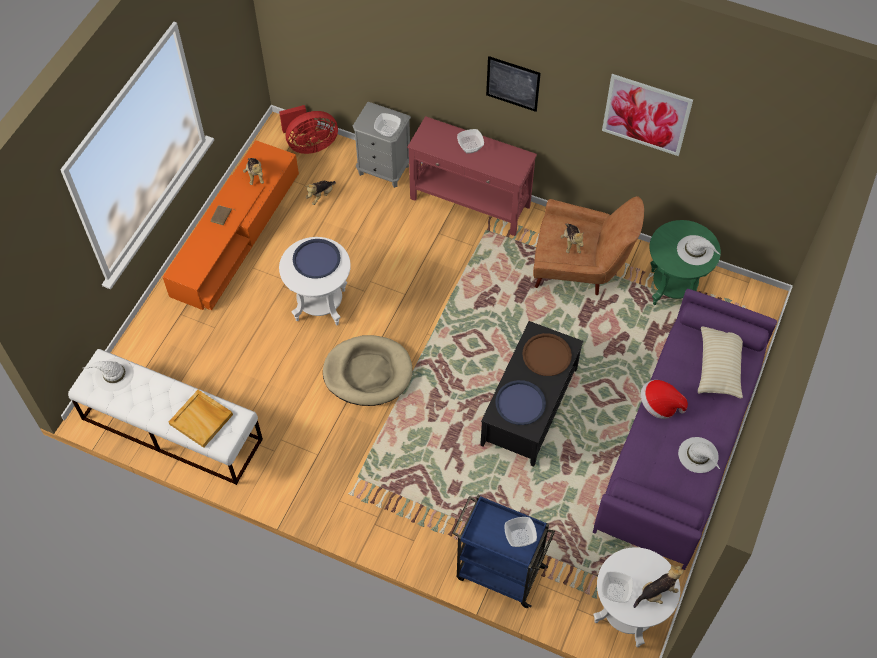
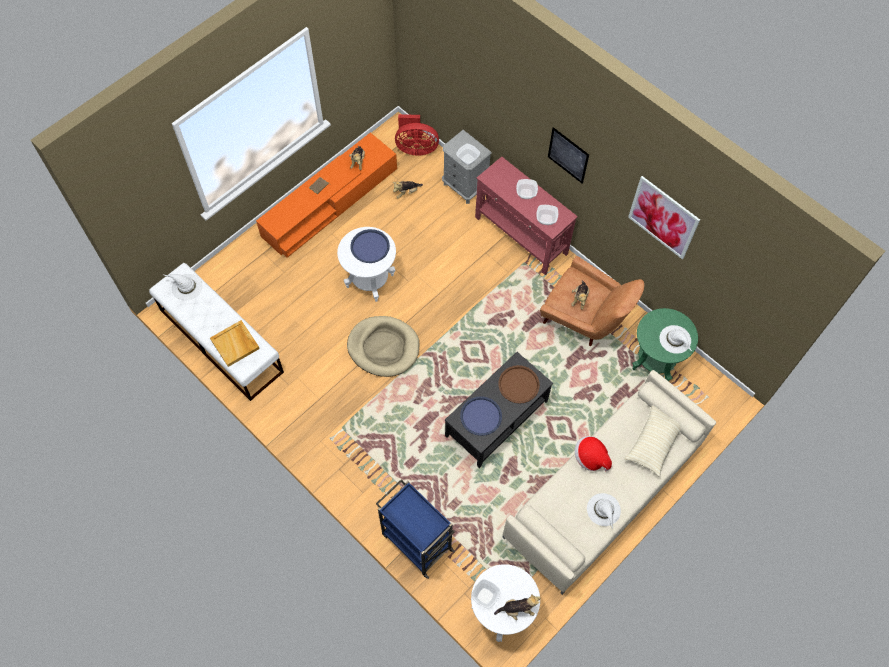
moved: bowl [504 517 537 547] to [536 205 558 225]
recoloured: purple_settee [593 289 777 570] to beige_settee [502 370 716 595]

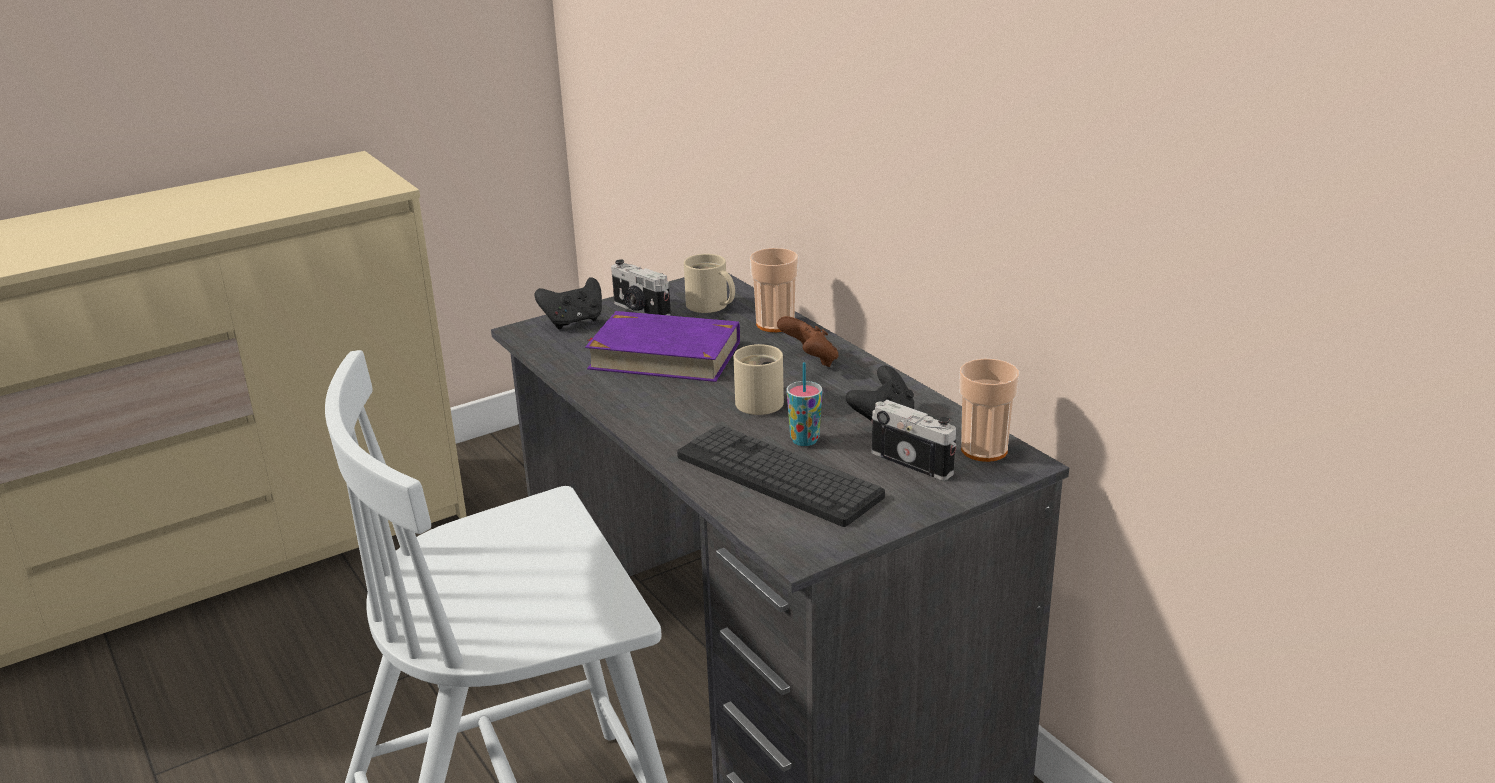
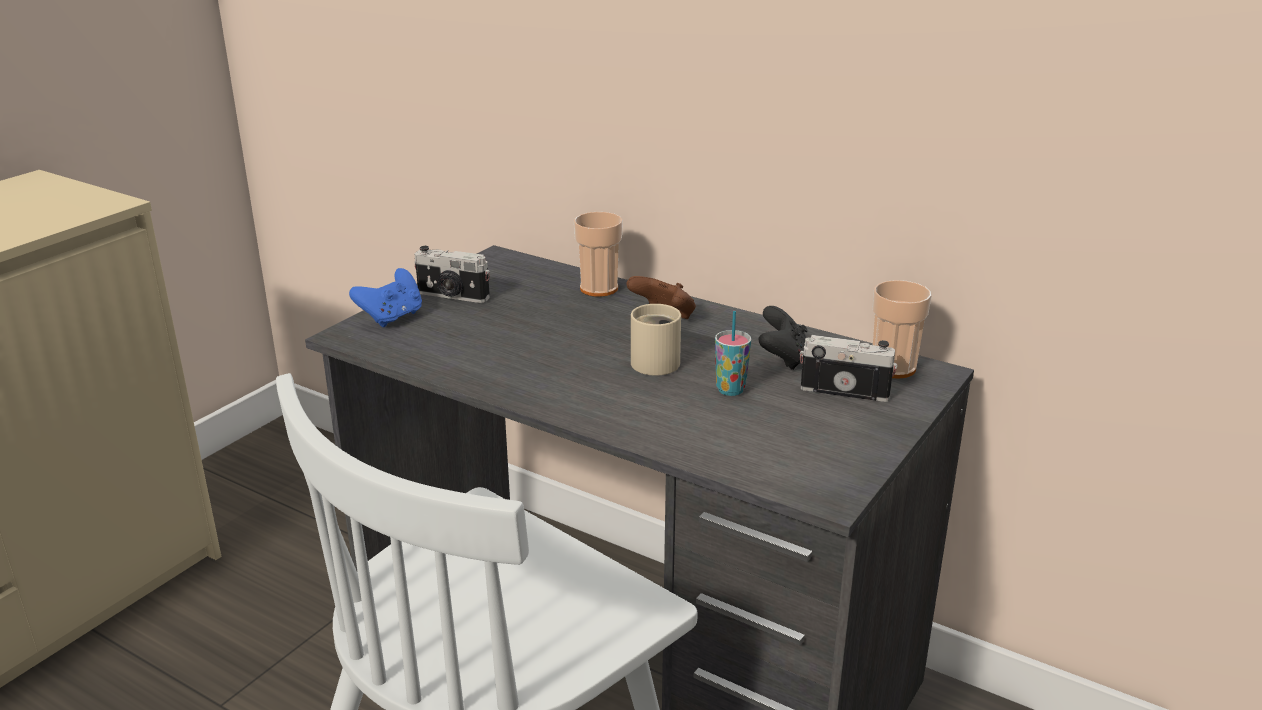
removed: beige_coffee_mug [684 254 735 313]; purple_bound_book [585 311 740 382]; computer_keyboard [677 424 885 527]
recoloured: black-coloured_game_controller [534 277 602 329] to blue_game_controller [349 268 422 327]

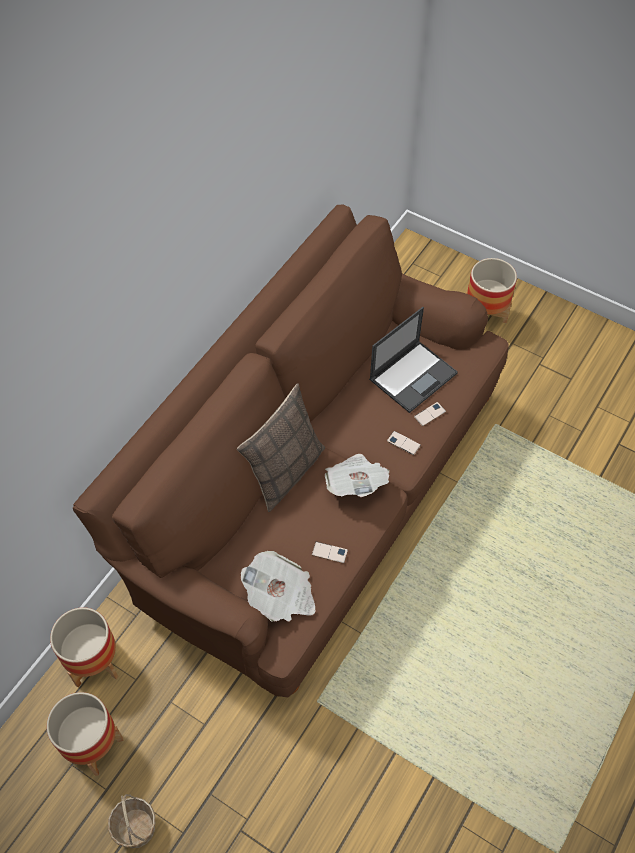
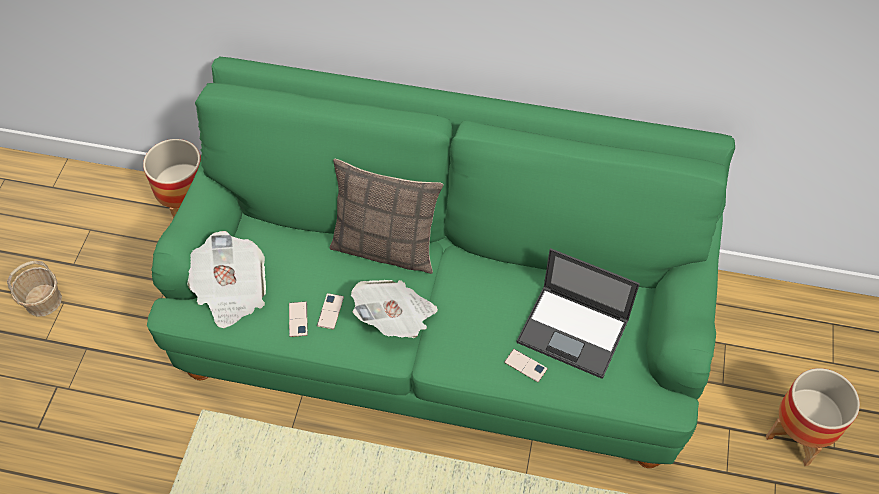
removed: planter [47 692 124 776]
moved: telephone [387 431 421 455] to [317 293 344 330]
recoloured: brown-coloured_settee [73 204 509 697] to green_settee [147 56 735 468]

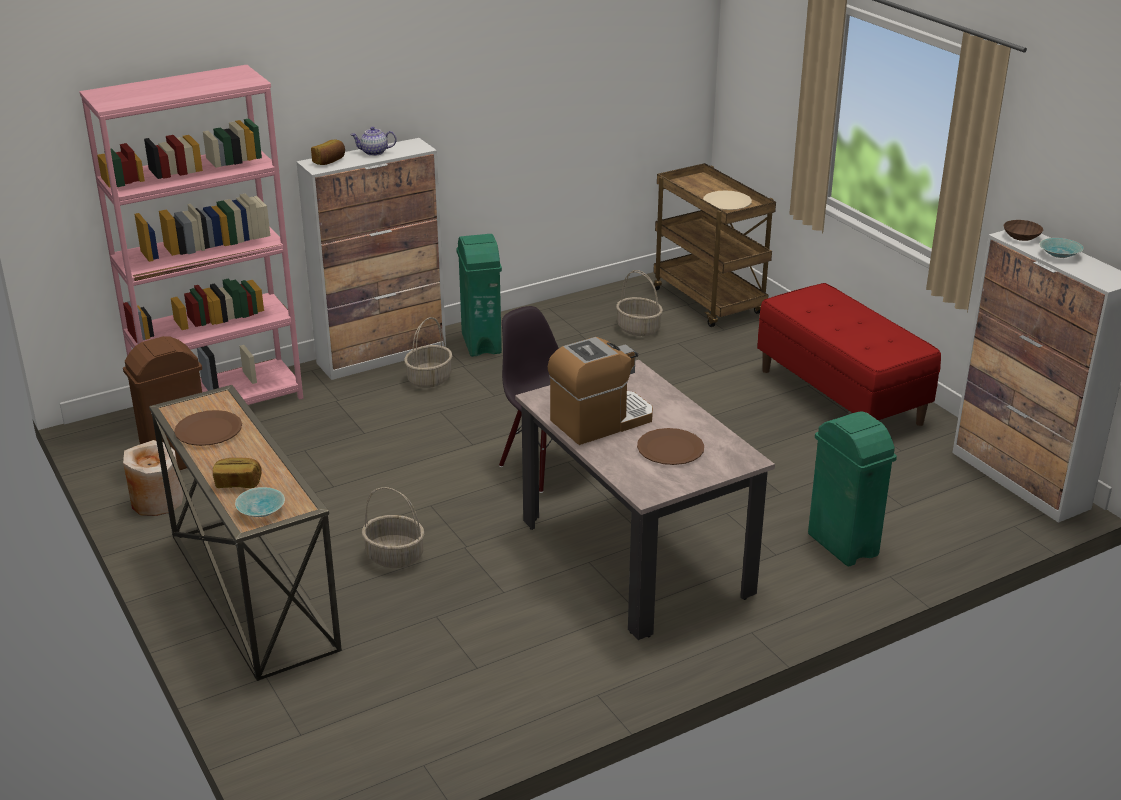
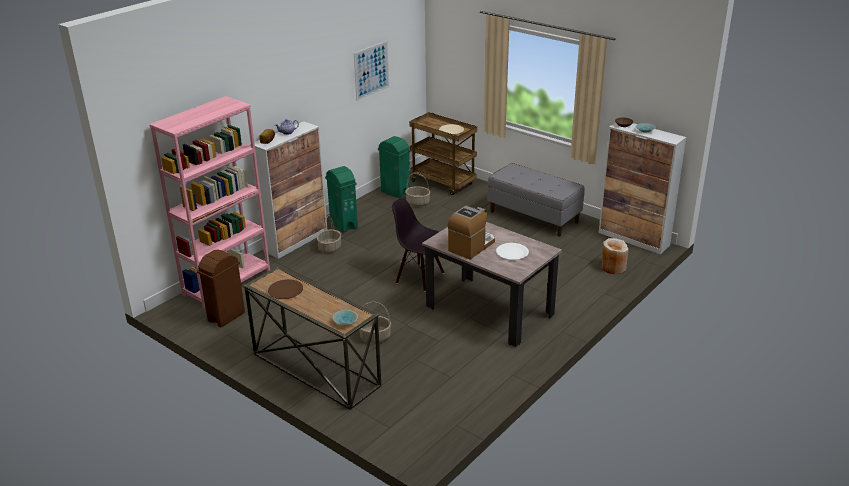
removed: bread [213 458 262 488]
added: wall_art [354 41 389 100]
moved: green_rubbish_bin [808 411 897 566] to [378 136 411 198]; beige_vase [123 440 183 516] to [602 238 628 275]
recoloured: reddish_bench [757 283 941 426] to grey_bench [488 163 585 237]; brown-coloured_flat_dish [637 428 704 465] to whitish_flat_dish [496 243 529 260]

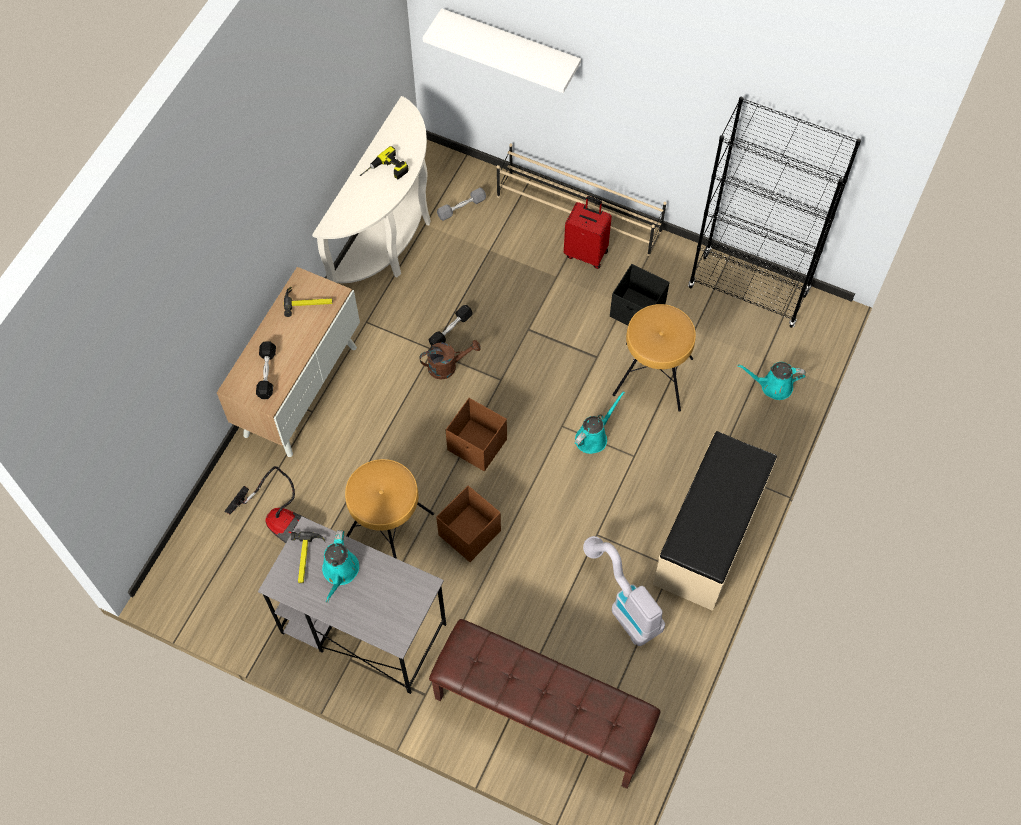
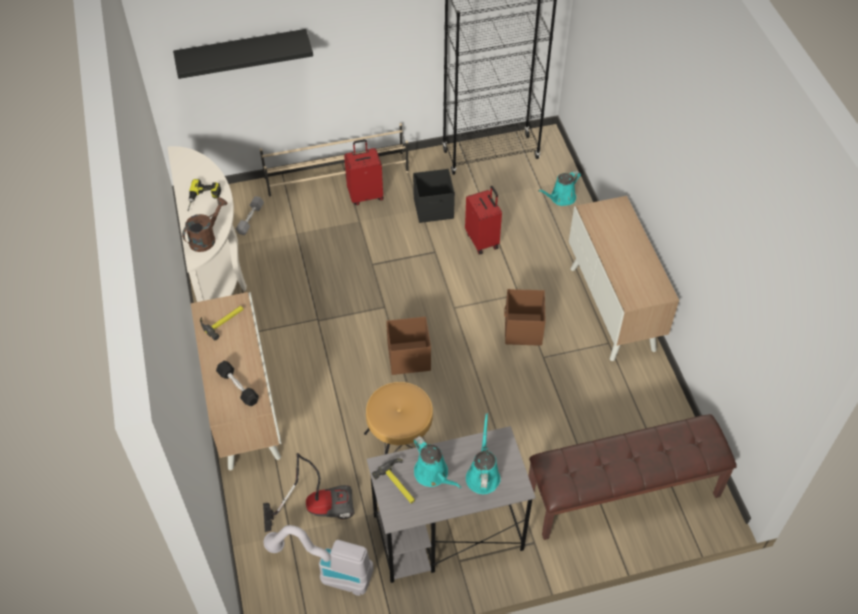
removed: black-coloured_hand_weight [428 305 473 346]
moved: brown-coloured_sprinkling_can [419 340 480 380] to [182 197 227 252]; blue-green_sprinkling_can [575 391 625 454] to [466 413 501 494]; brown-coloured_storage_bin [436 485 501 562] to [504 289 546 346]; vacuum_cleaner [583 536 665 646] to [264 525 374 596]
replaced: brown-coloured_sitting_stool [612 304 696 412] to reddish_piece_of_luggage [465 186 502 254]; beige_bench [653 431 777 611] to cabinet [569 196 679 361]
recoloured: whitish_bracket_shelf [423 8 581 93] to black-coloured_bracket_shelf [173 29 313 79]

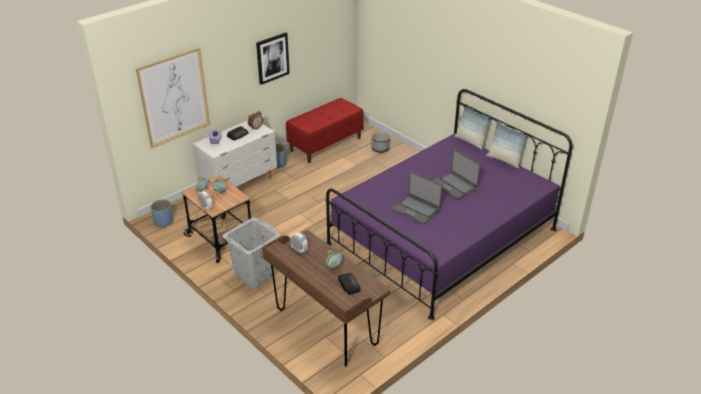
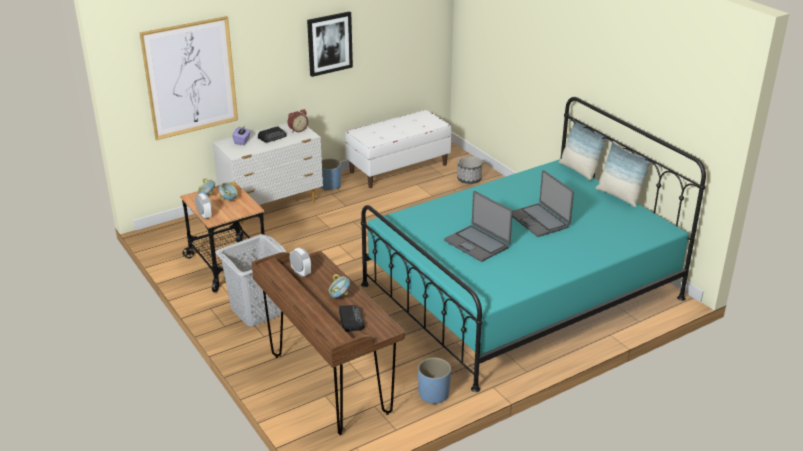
moved: blue_planter [150 200 173 228] to [418 358 451 404]
recoloured: purple_bed [326 89 573 320] to blue-green_bed [361 97 706 392]; reddish_bench [286 98 364 163] to whitish_bench [345 110 451 188]

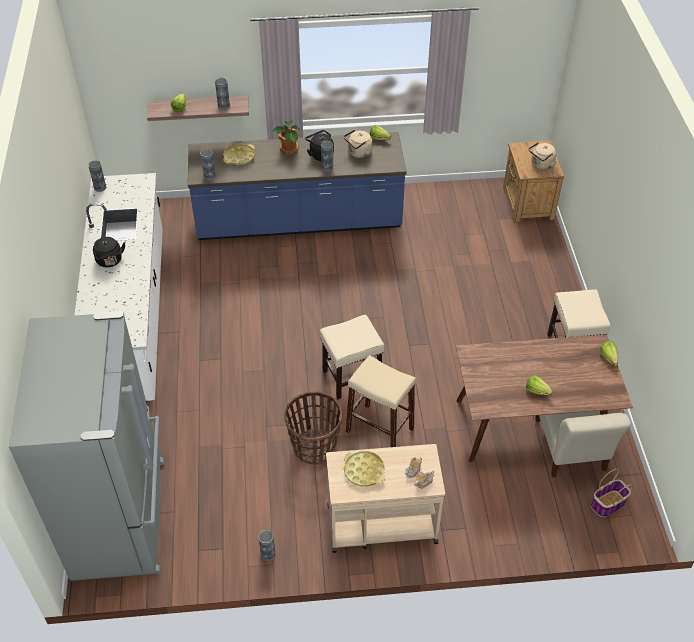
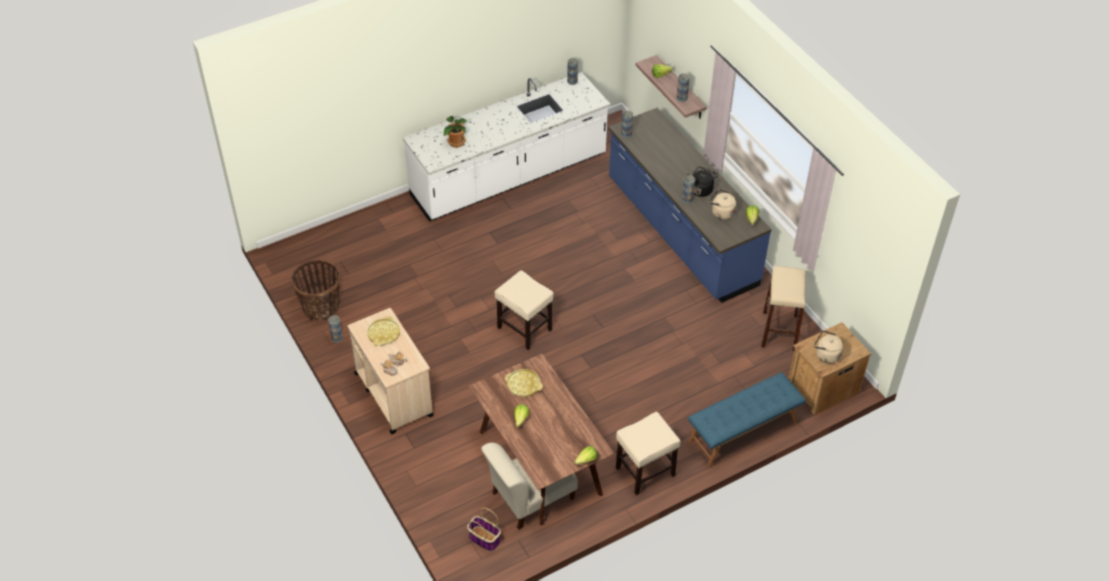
removed: black-coloured_tea_kettle [93 237 125 267]; grey_kitchen_fridge [9 311 164 581]
added: blue_bench [688 372 806 467]
moved: potted_plant [272 120 300 155] to [444 116 467 148]; yellow-coloured_carrying_tray [223 144 255 165] to [505 369 543 397]; beige_sitting_stool [346 355 416 447] to [761 266 806 351]; household_basket [284 392 343 465] to [291 260 340 320]

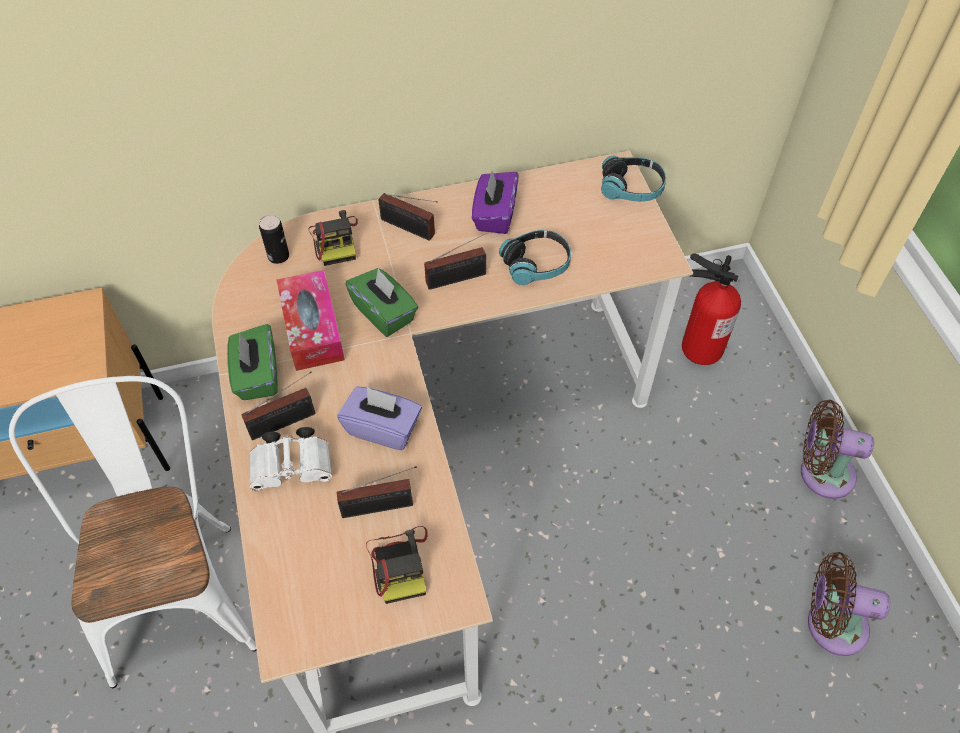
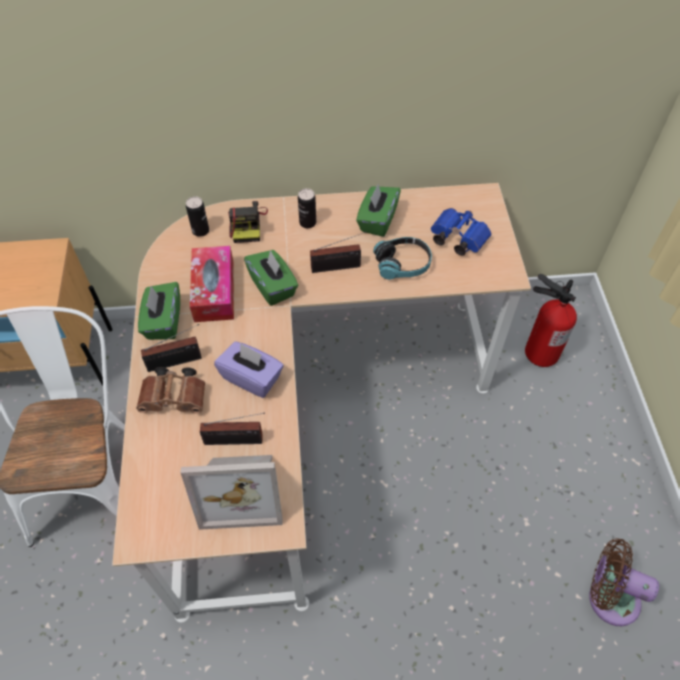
removed: headset [601 156 666 201]; brown-coloured_fan [801 400 874 499]
added: blue_field_glasses [431 208 492 256]
replaced: radio_receiver [378 193 438 241] to sealed_can [298 188 316 228]; photo_camera [366 526 428 604] to picture_frame [180 455 283 530]
recoloured: purple_tissue_holder [472 171 518 234] to green_tissue_holder [356 184 401 237]; whitish_field_glasses [249 427 332 491] to brown-coloured_field_glasses [136 367 205 414]

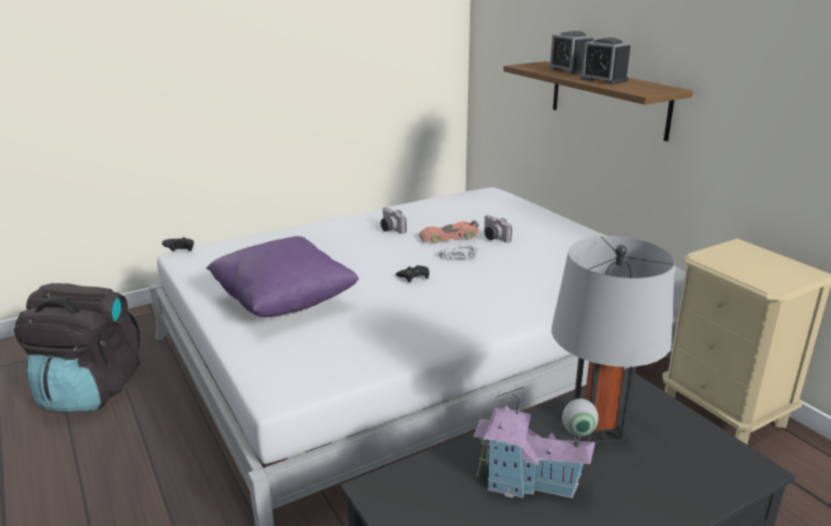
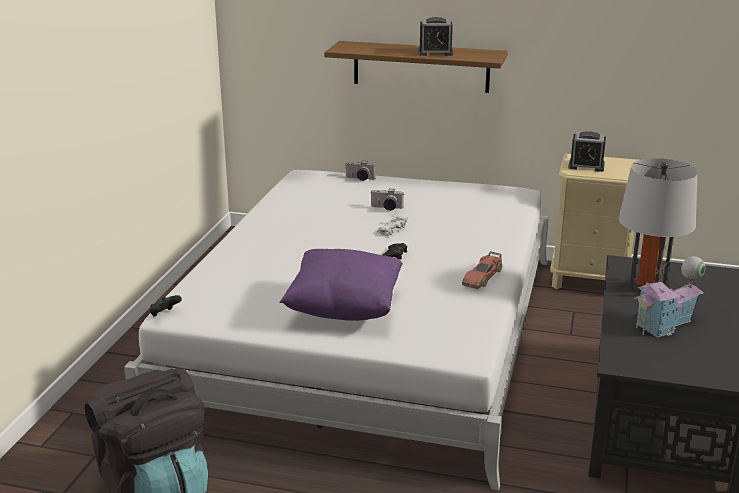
moved: table_clock [549 31 594 74] to [568 131 606 172]; photo_camera [381 207 406 234] to [345 161 376 181]; miniature_car [419 220 479 243] to [462 251 502 289]

